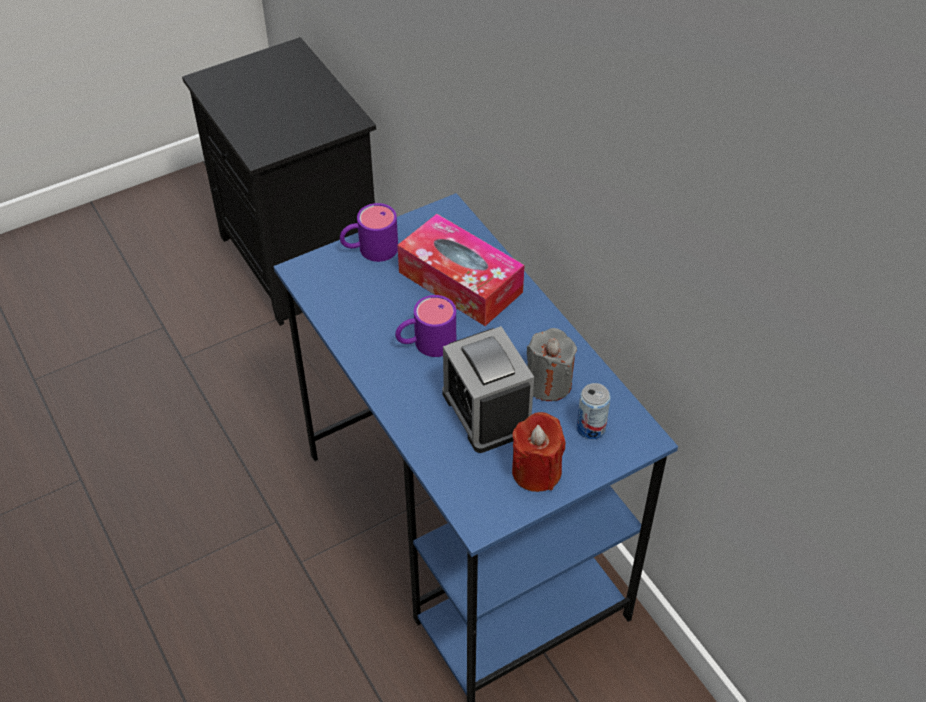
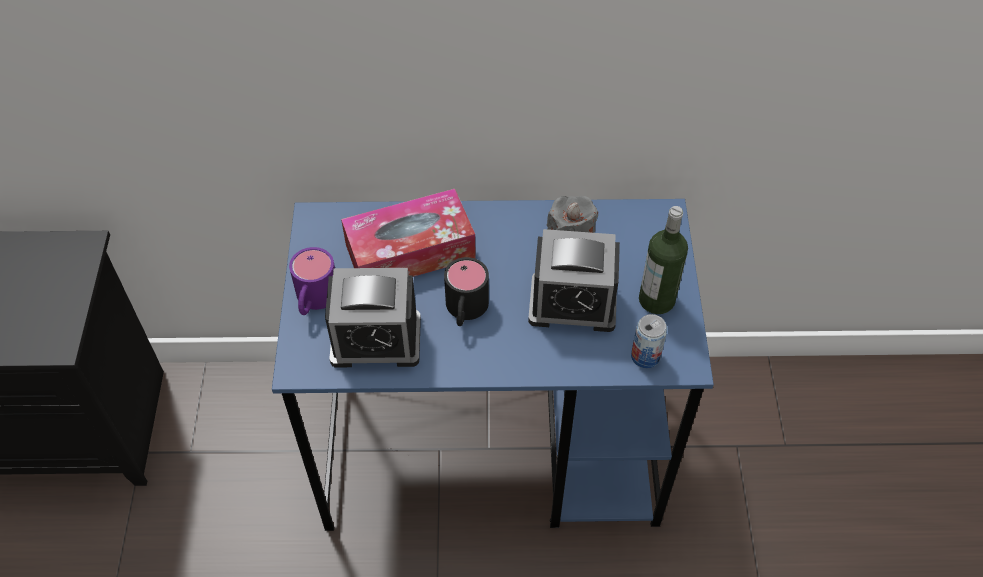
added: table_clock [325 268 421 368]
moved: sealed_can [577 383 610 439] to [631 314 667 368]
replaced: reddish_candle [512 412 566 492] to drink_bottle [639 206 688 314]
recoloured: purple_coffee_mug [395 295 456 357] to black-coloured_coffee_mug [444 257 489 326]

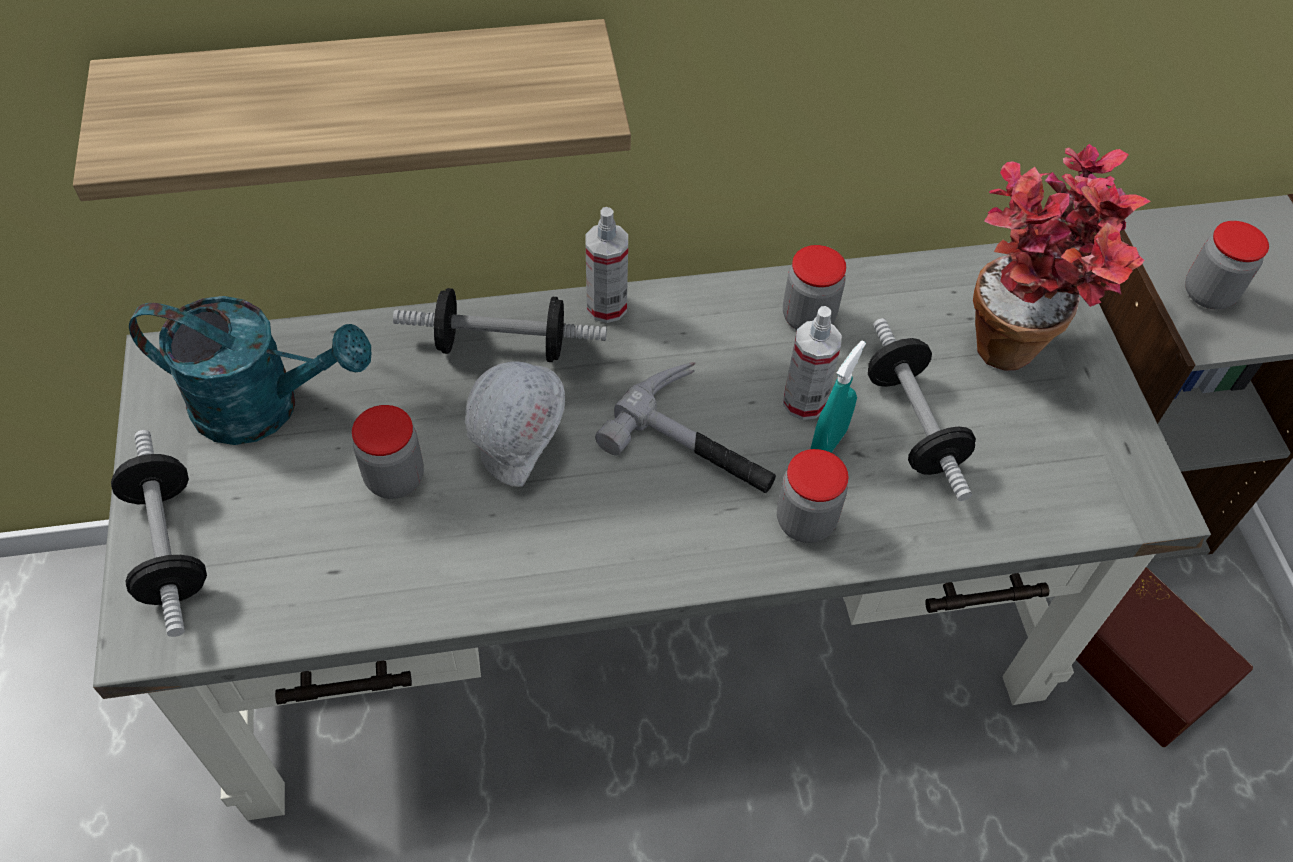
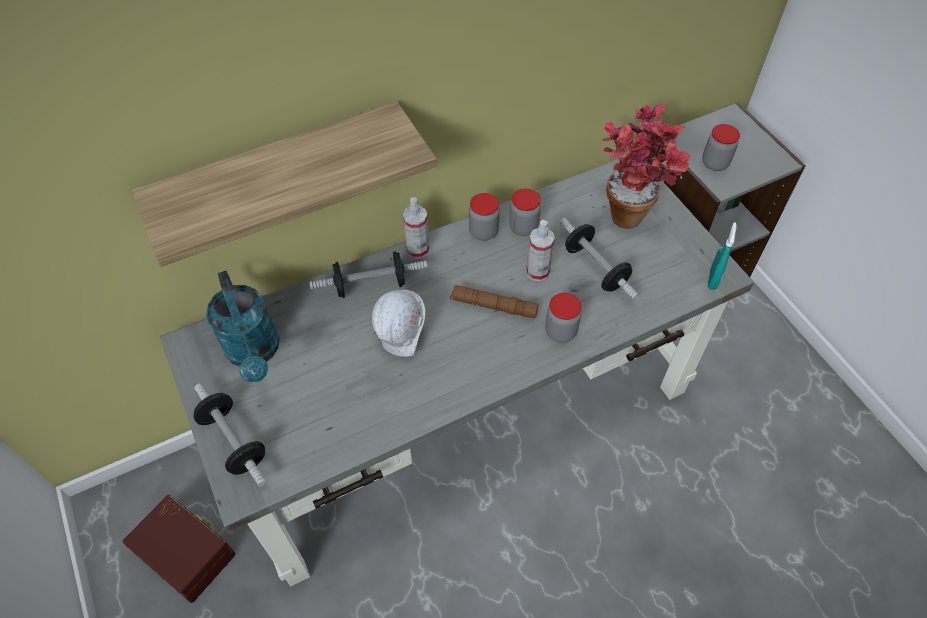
moved: blue-green_spray_bottle [811 341 866 453] to [707 222 736 290]; preserve_jar [352 405 424 499] to [469 193 500 241]; brown-coloured_storage_bin [1076 567 1253 747] to [122 495 236 603]
replaced: tool_hammer [595 362 776 493] to brown-coloured_hand_torch [450 285 538 319]
turned: blue-green_sprinkling_can [129 296 371 445] = [206 271 280 383] 75 degrees clockwise

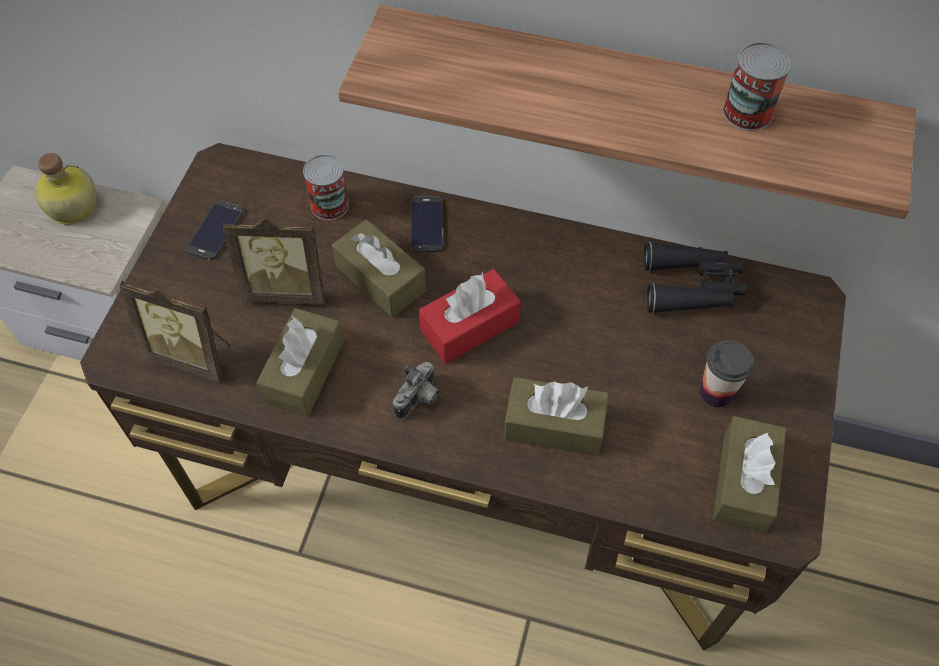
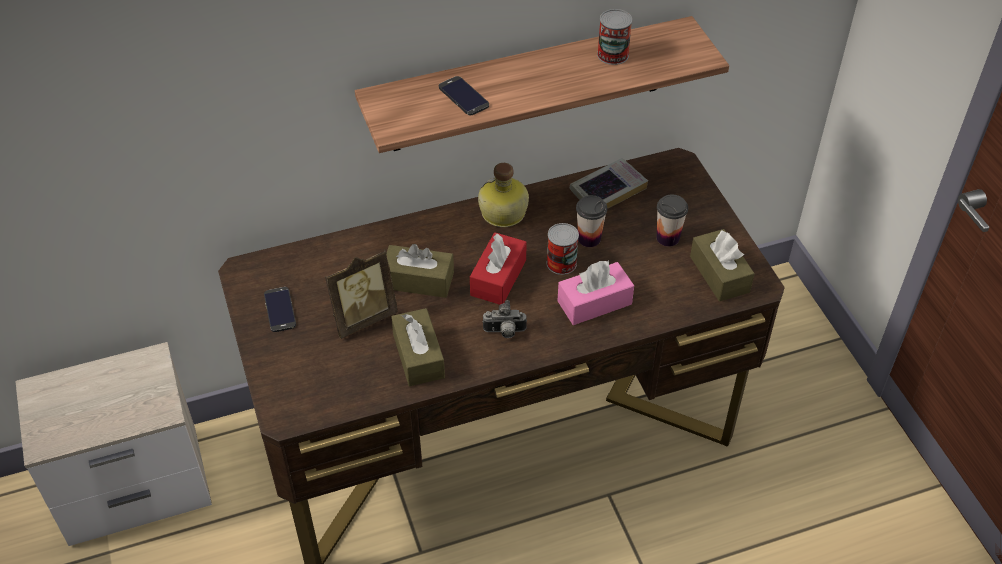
removed: picture_frame [119 281 231 383]
added: small_cup [576 195 607 247]
moved: drink_bottle [35 153 97 224] to [478 163 529 227]; sealed_can [303 154 349 220] to [547 223 579 275]; telephone [410 196 443 252] to [439 76 489 116]
replaced: black-coloured_field_glasses [643 242 746 313] to bound_book [570 158 648 209]
recoloured: brown-coloured_tissue_holder [504 377 609 456] to pinkish_tissue_holder [558 260 634 325]
turned: photo_camera [393 362 440 419] = [482 300 527 338] 90 degrees clockwise

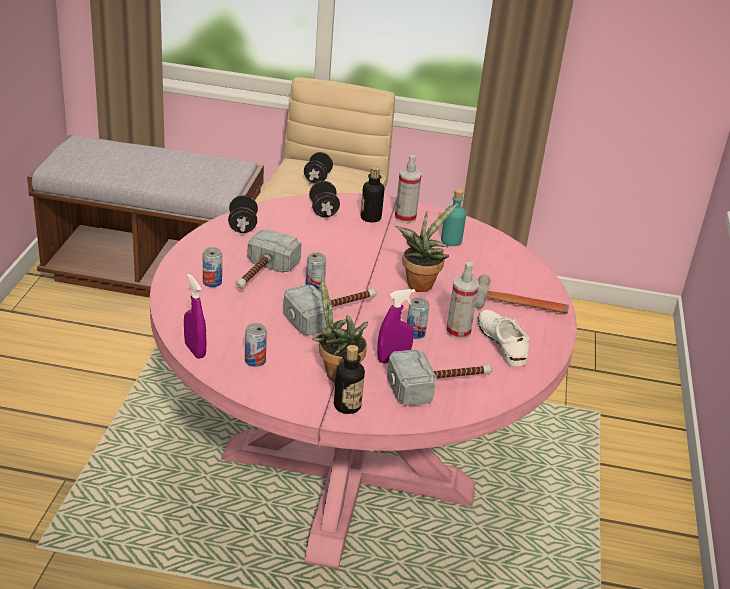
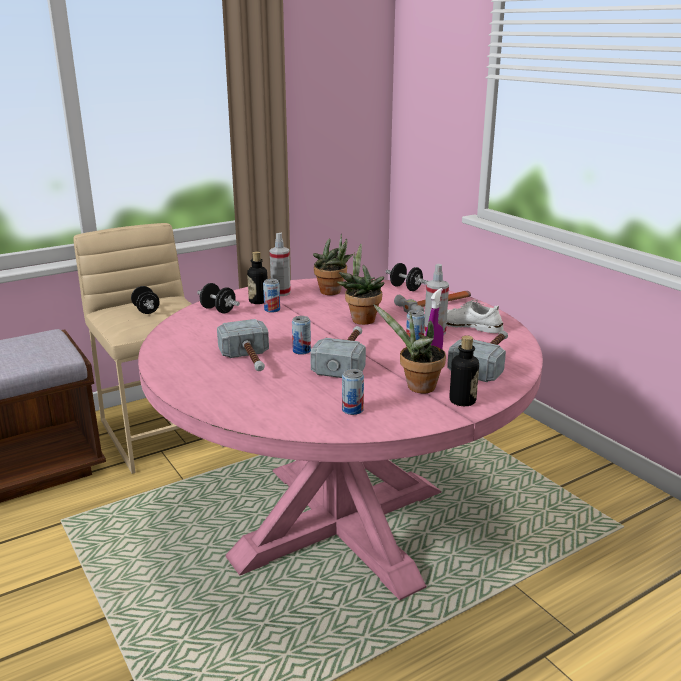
removed: purple_spray_bottle [184 274 207 359]
moved: black-coloured_hand_weight [228 195 258 233] to [386 263 428 291]; sealed_can [203 247 222 287] to [263 279 280 313]
replaced: blue-green_drink_bottle [441 189 466 246] to potted_plant [313 234 353 295]

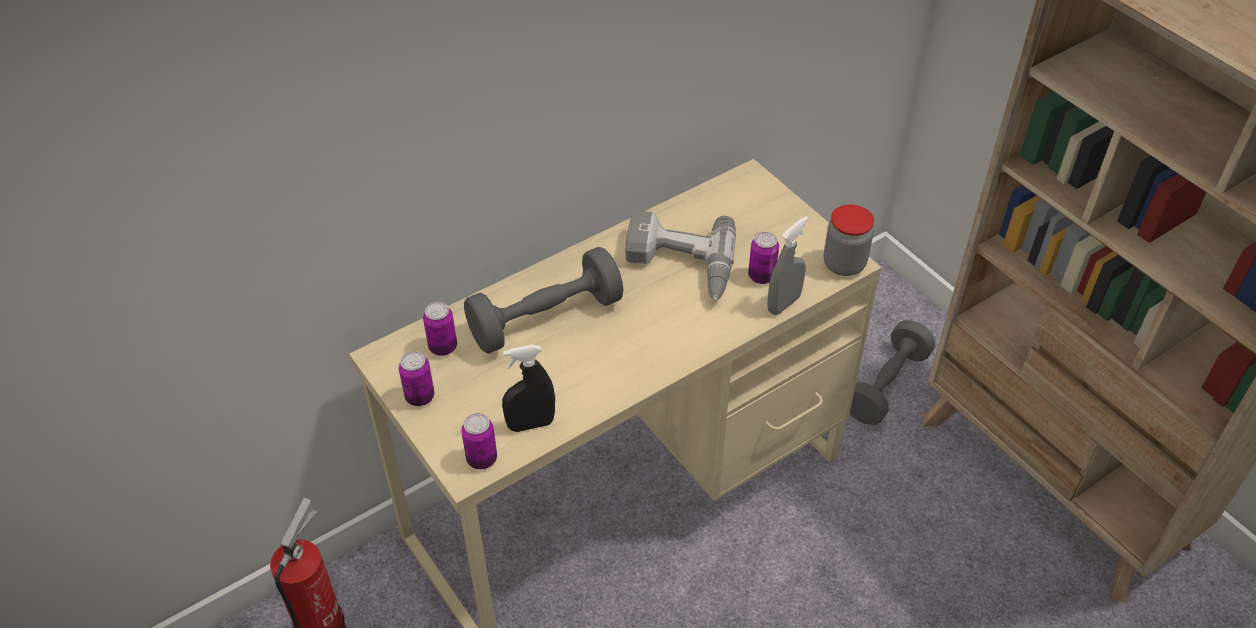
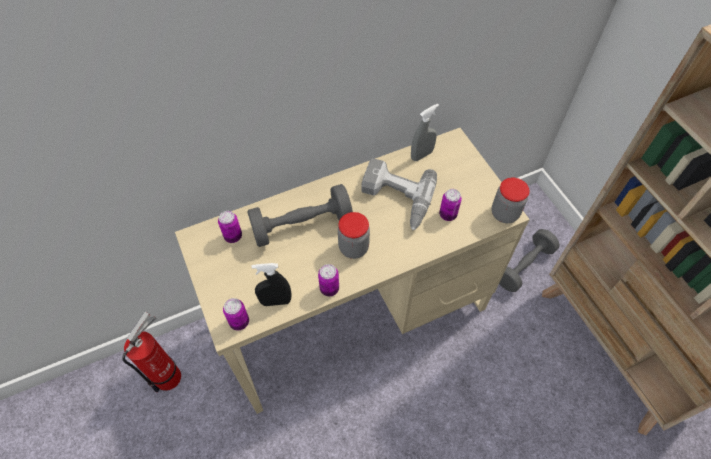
added: preserve_jar [338 212 370 259]
moved: grey_spray_bottle [767 216 808 315] to [411 104 439 161]; sealed_can [398 351 434 406] to [318 264 339 296]

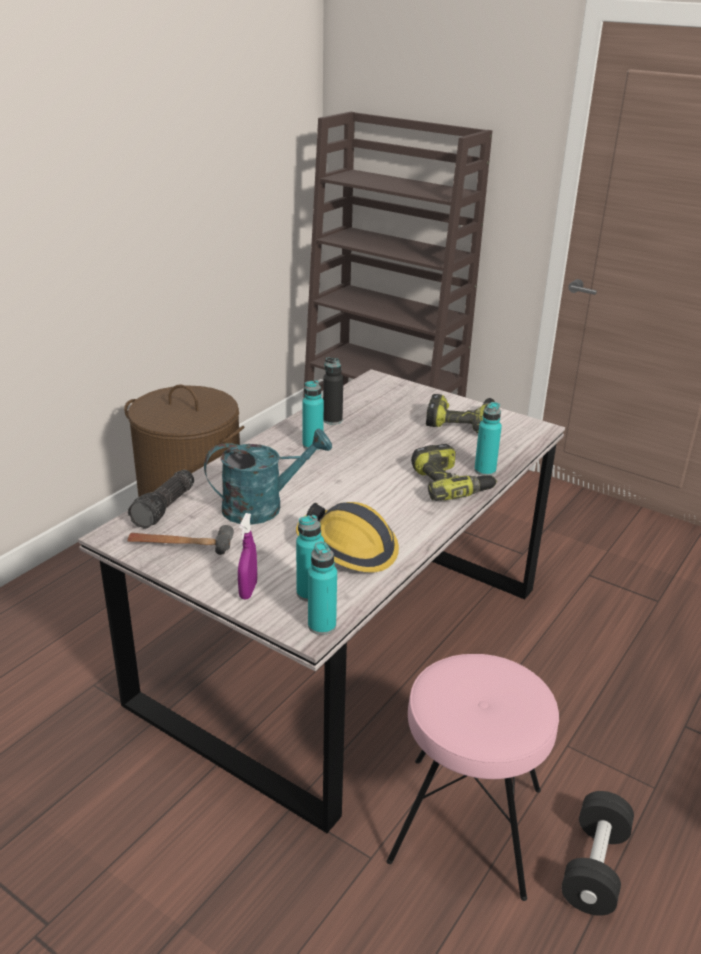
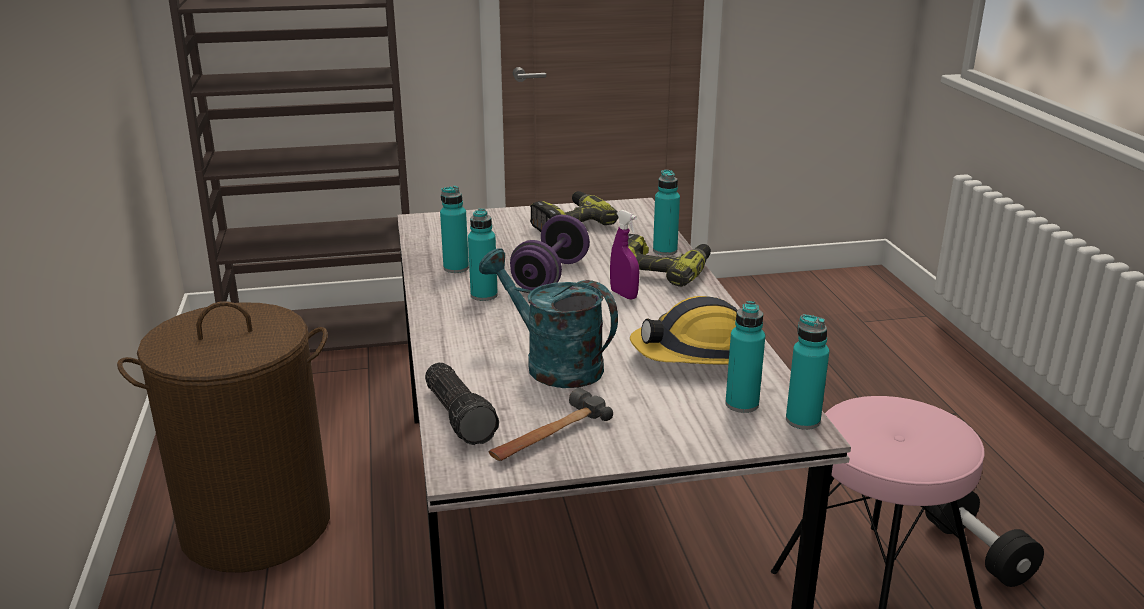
added: purple_hand_weight [510 215 590 290]
moved: purple_spray_bottle [238 513 257 599] to [610 210 639 300]
recoloured: black-coloured_drink_bottle [323 357 343 425] to blue-green_drink_bottle [440 186 469 273]
turned: blue-green_sprinkling_can [204 429 332 525] = [479 248 618 388] 75 degrees counterclockwise

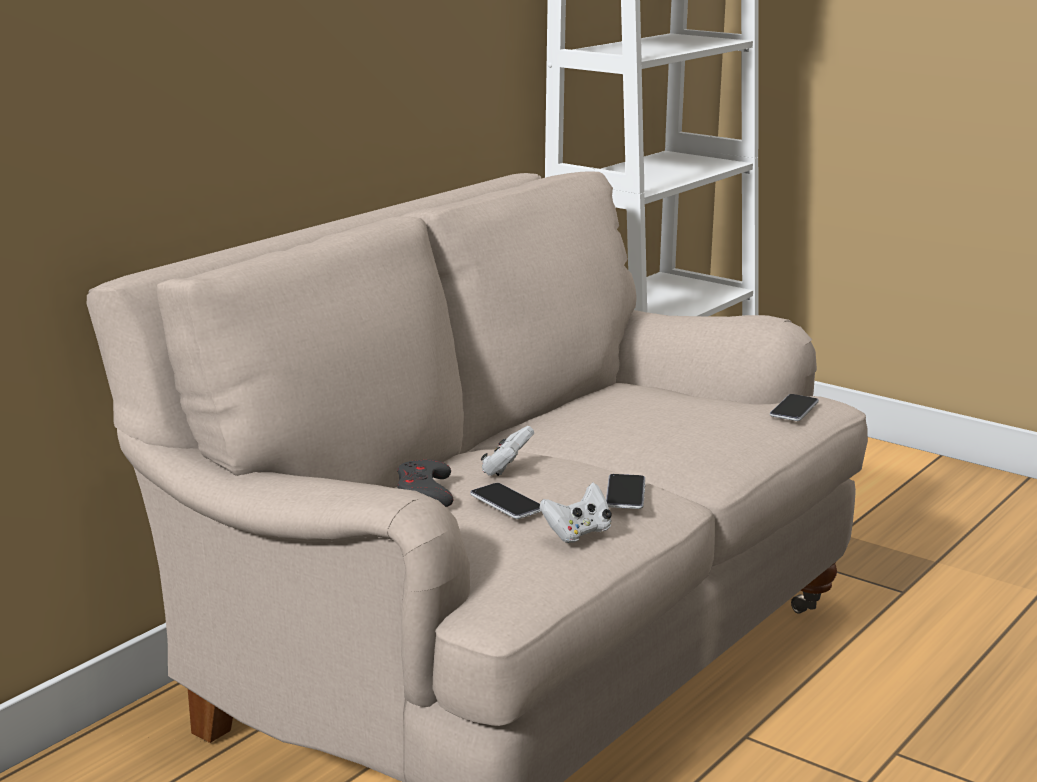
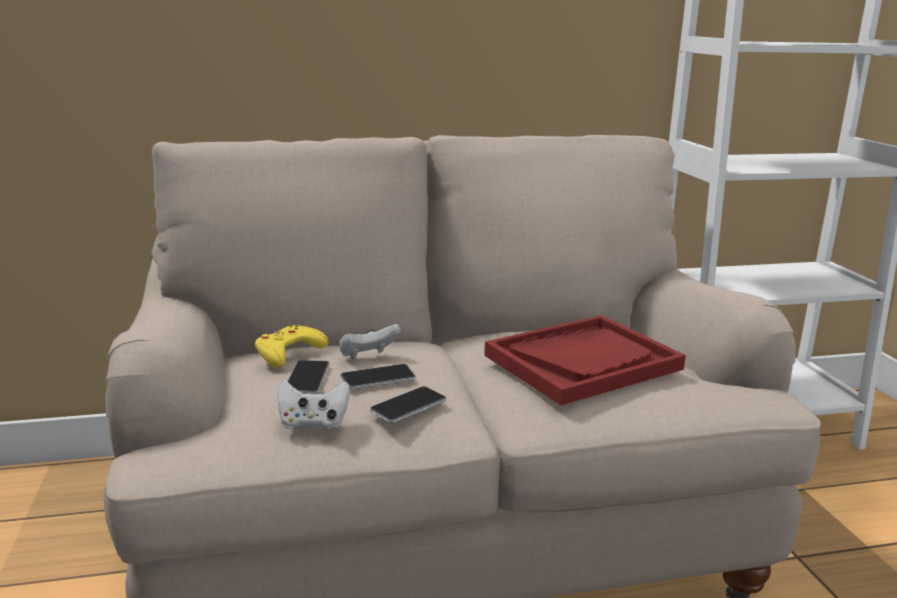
added: reddish_carrying_tray [484 315 686 405]
moved: telephone [770 394 819 421] to [341 364 416 390]
recoloured: grey_game_controller [397 460 453 507] to yellow-coloured_game_controller [255 325 329 367]

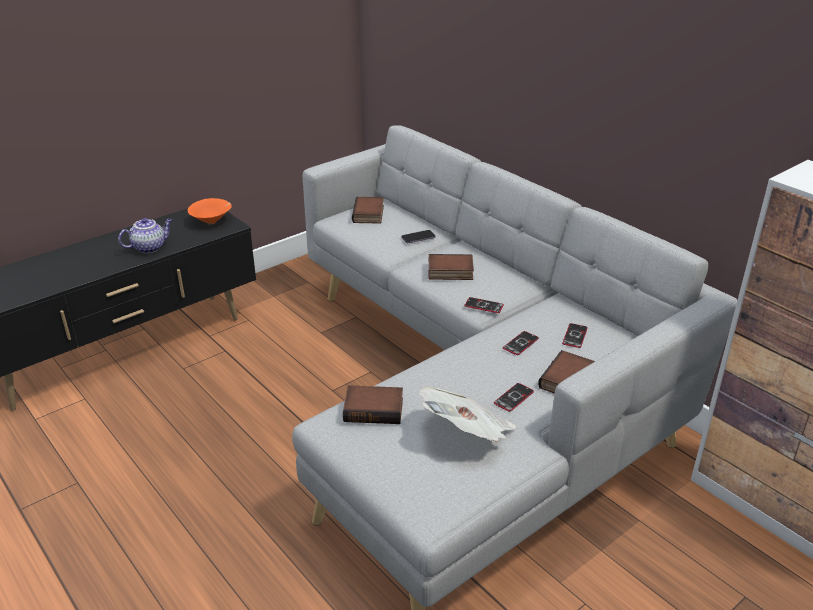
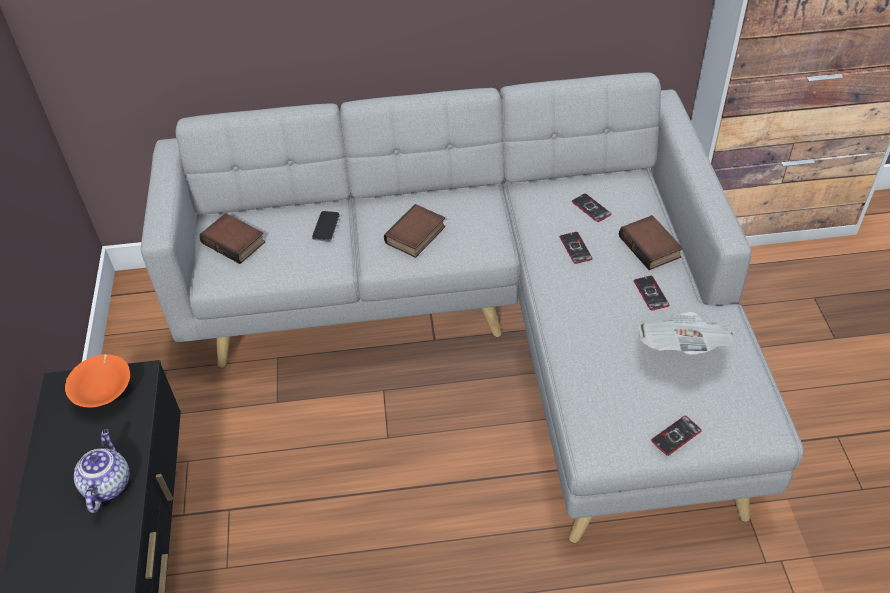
removed: bound_book [343 385 403 424]
moved: telephone [464 297 504 313] to [651 416 702 456]

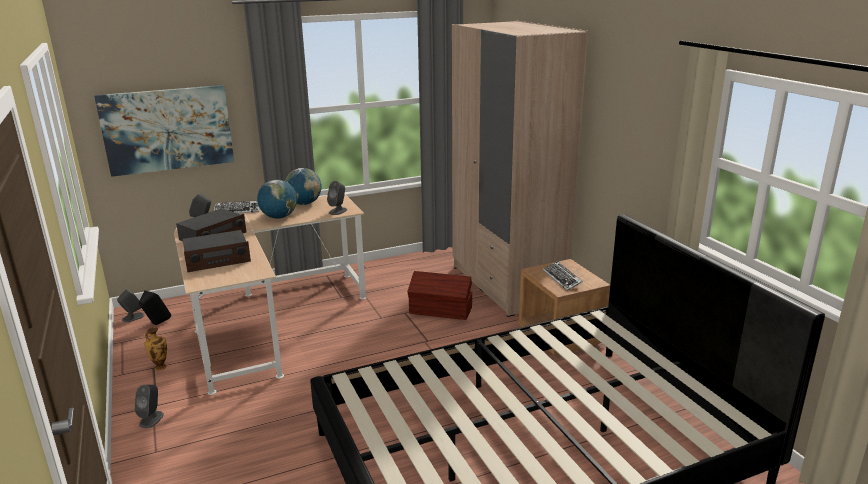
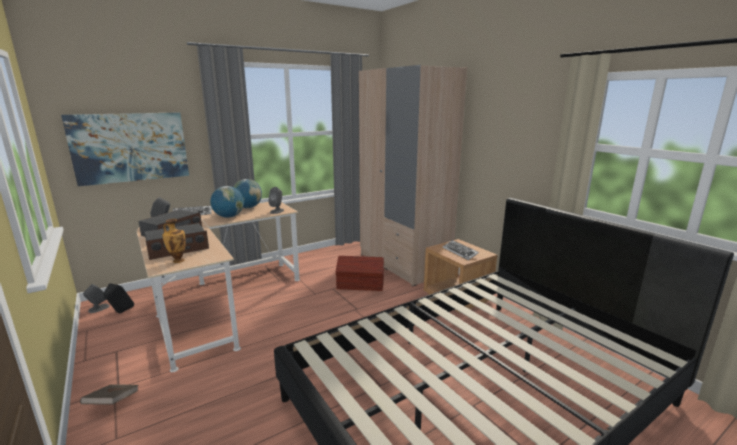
moved: vase [144 327 167 370] to [162 219 186 263]
replaced: grey_audio_speaker [135 385 164 428] to brown-coloured_bound_book [80 384 138 405]

